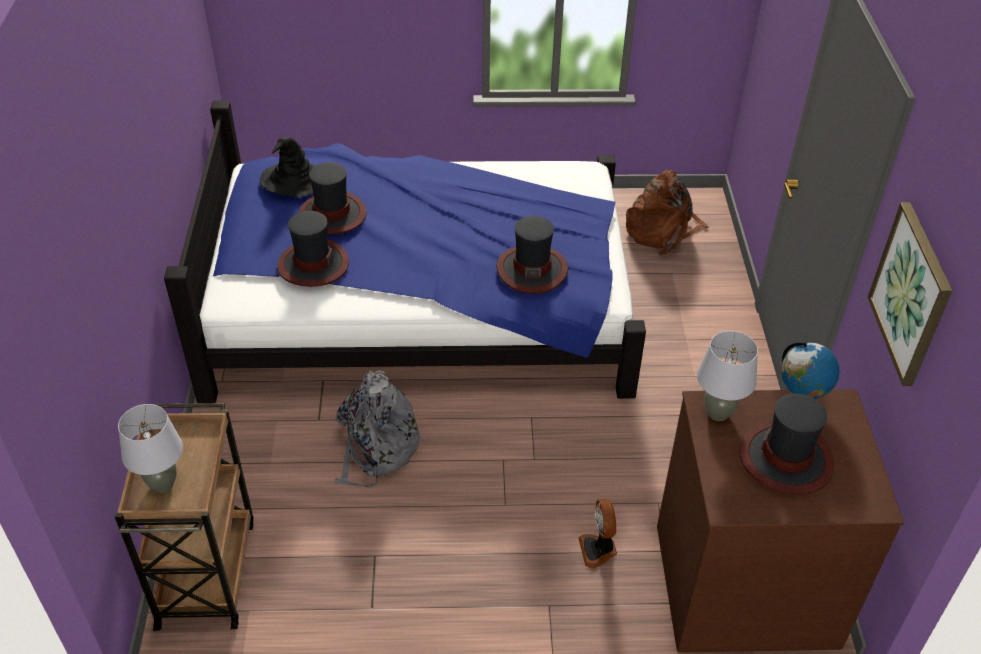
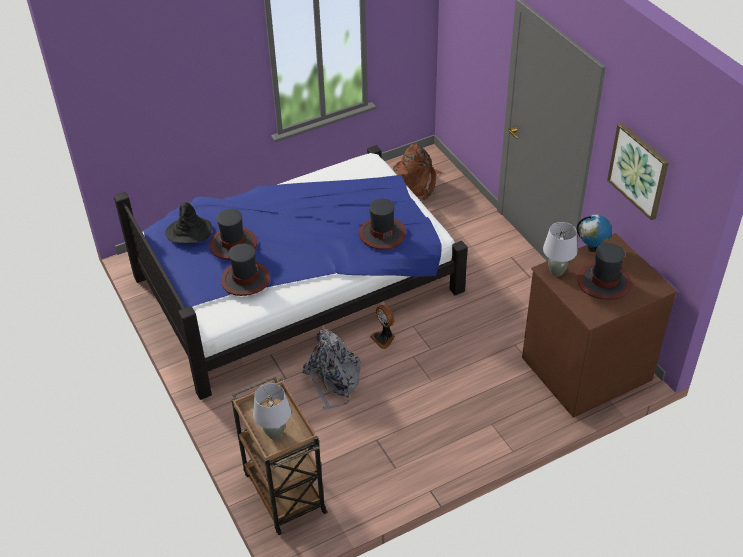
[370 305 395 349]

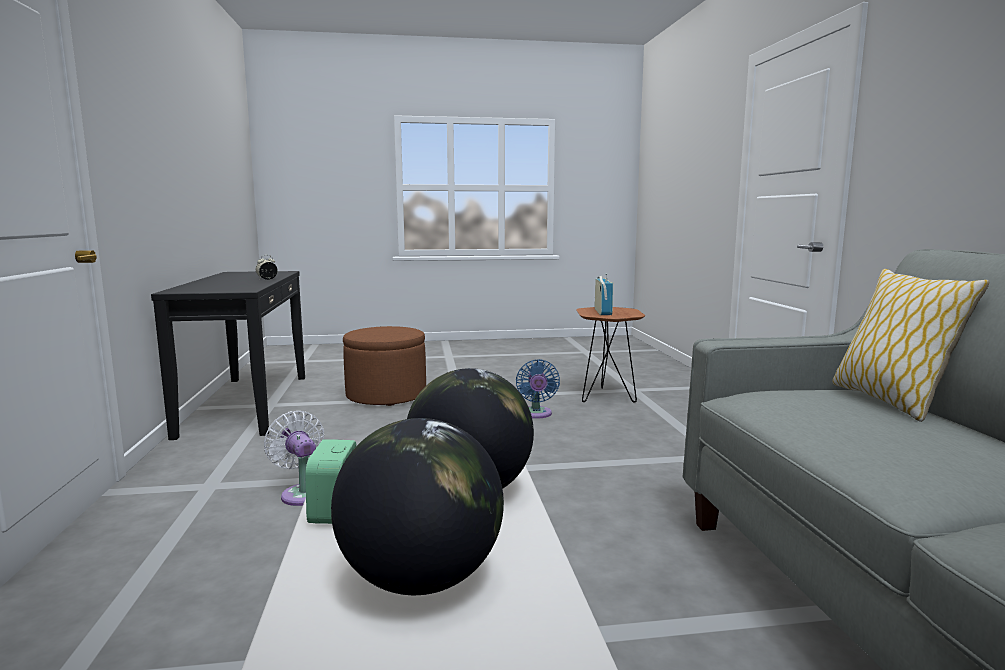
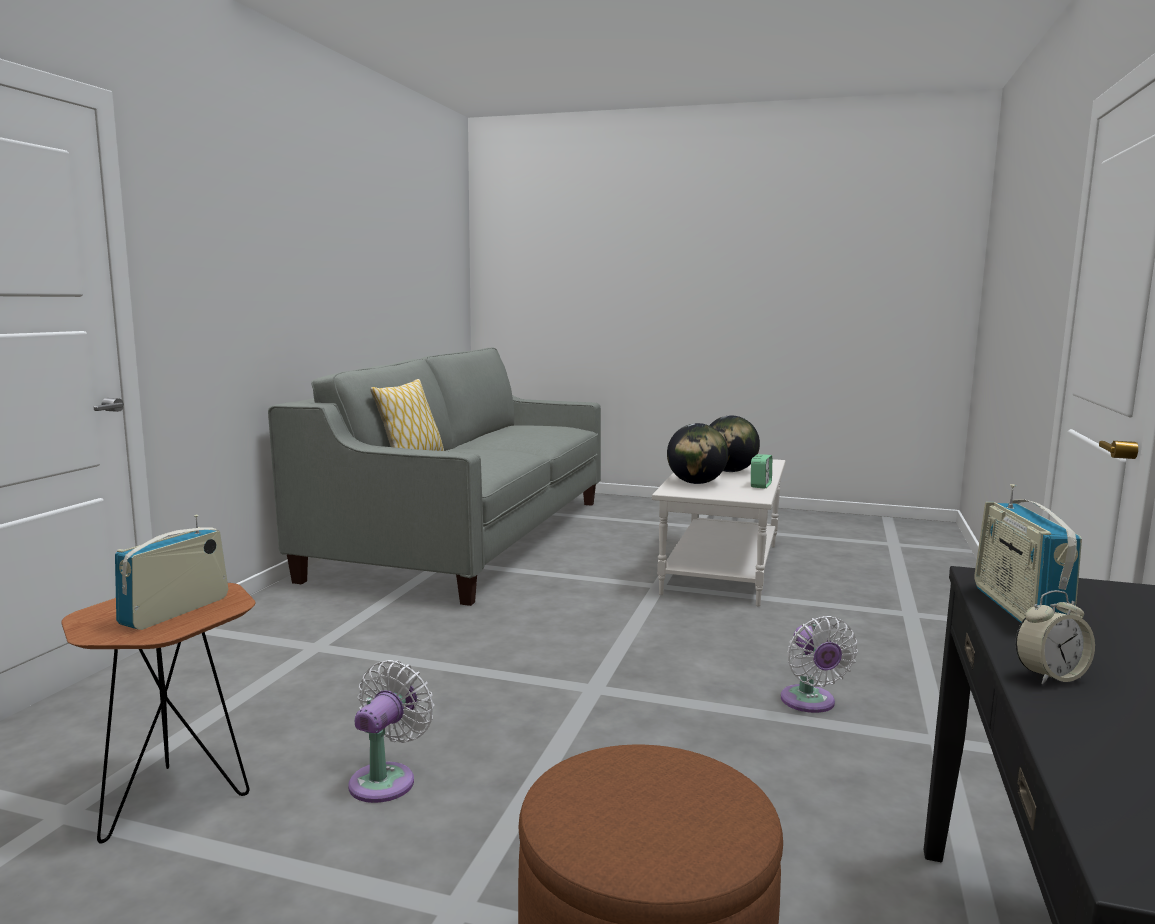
[348 660 434 803]
[974 484 1082 623]

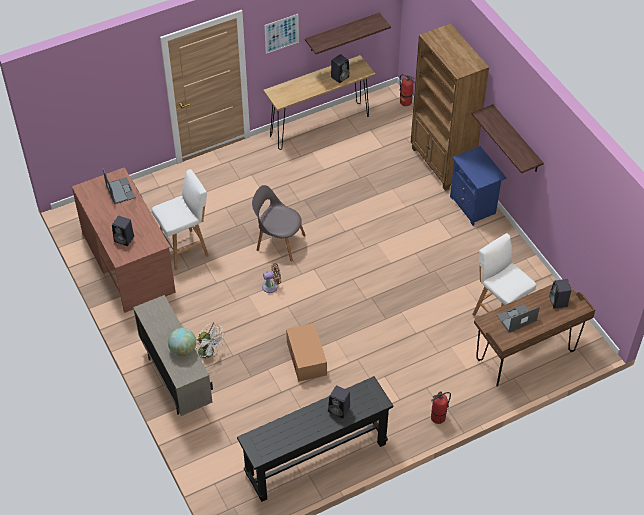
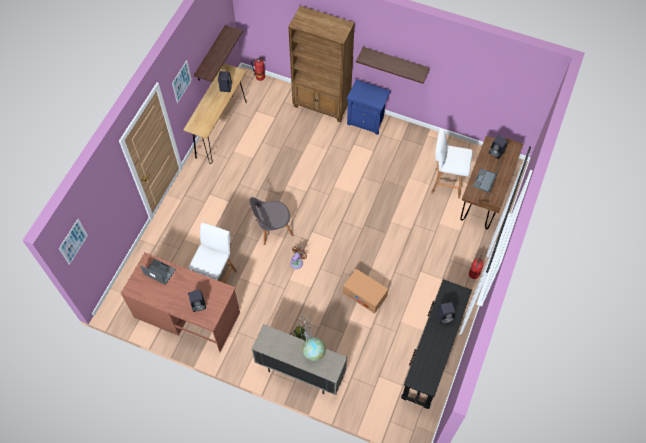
[59 219 88 265]

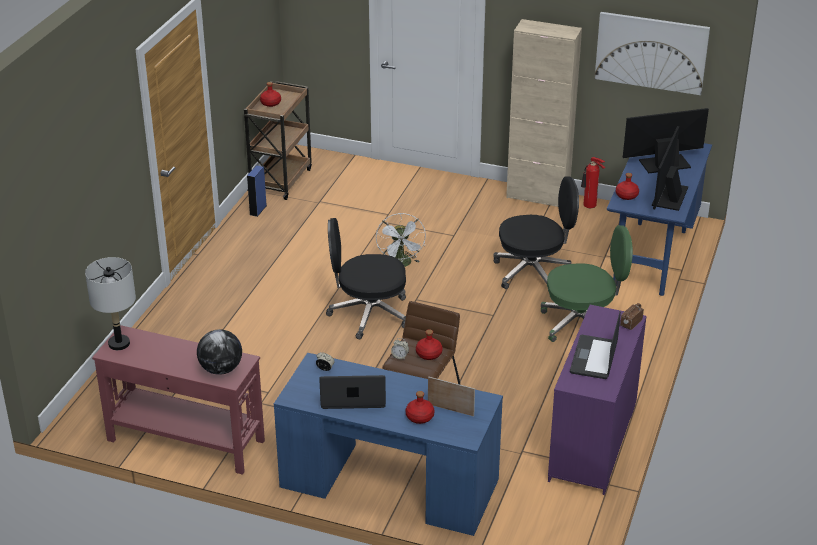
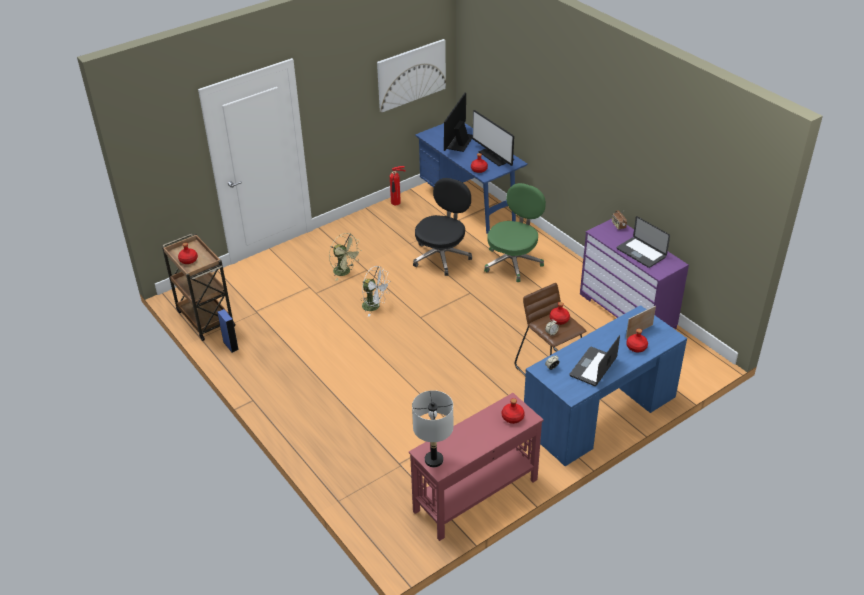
[506 19 582 207] (first image)
[326 218 406 339] (first image)
[502 398 525 424]
[329 233 362 281]

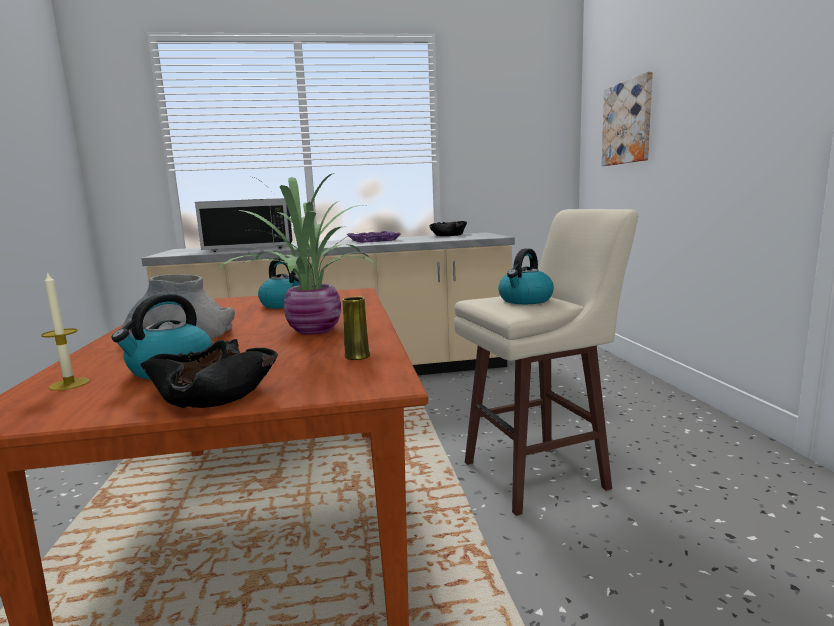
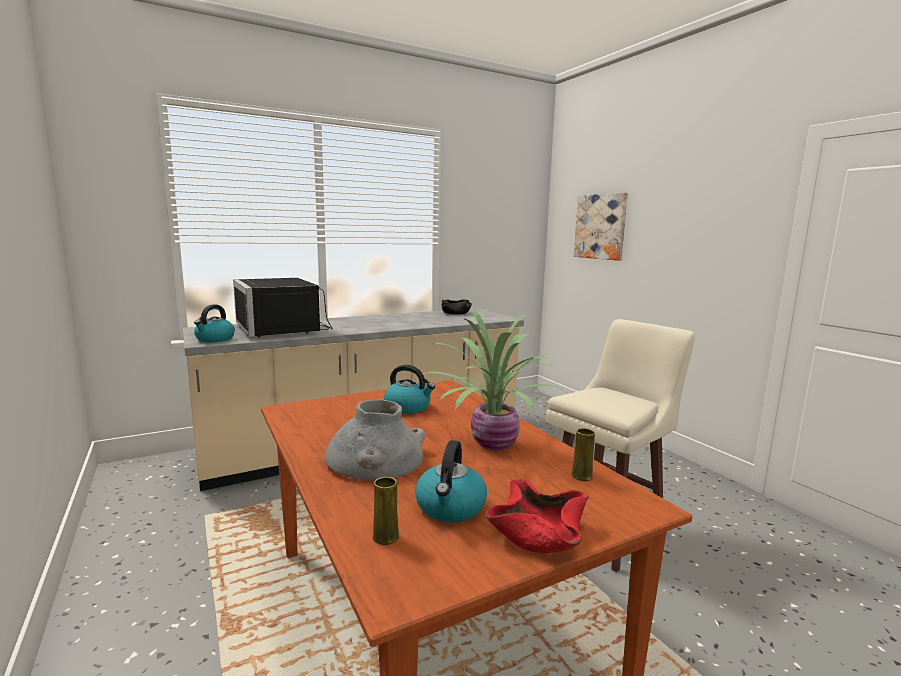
[233 278 333 337]
[347 231 401 243] (first image)
[194 304 235 342]
[373 477 399 545]
[486 479 589 553]

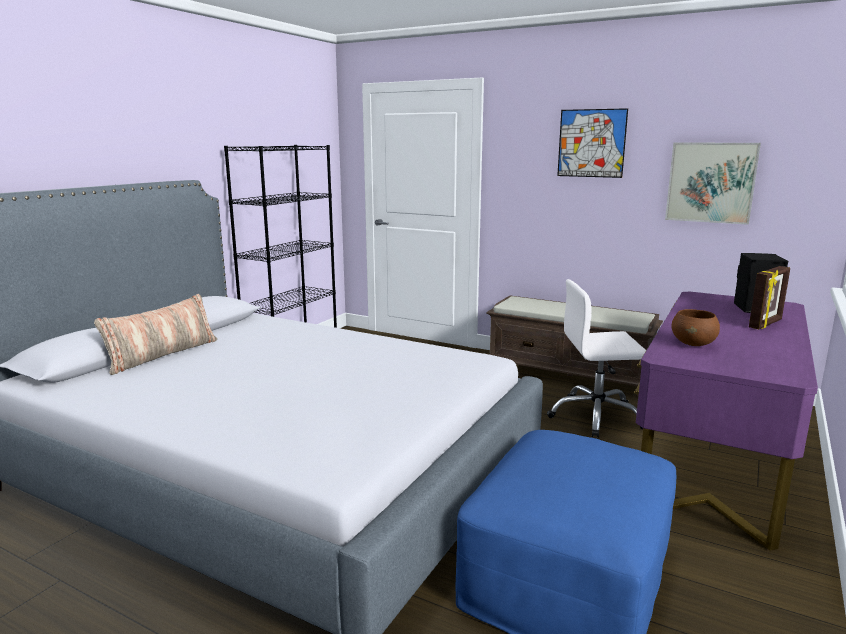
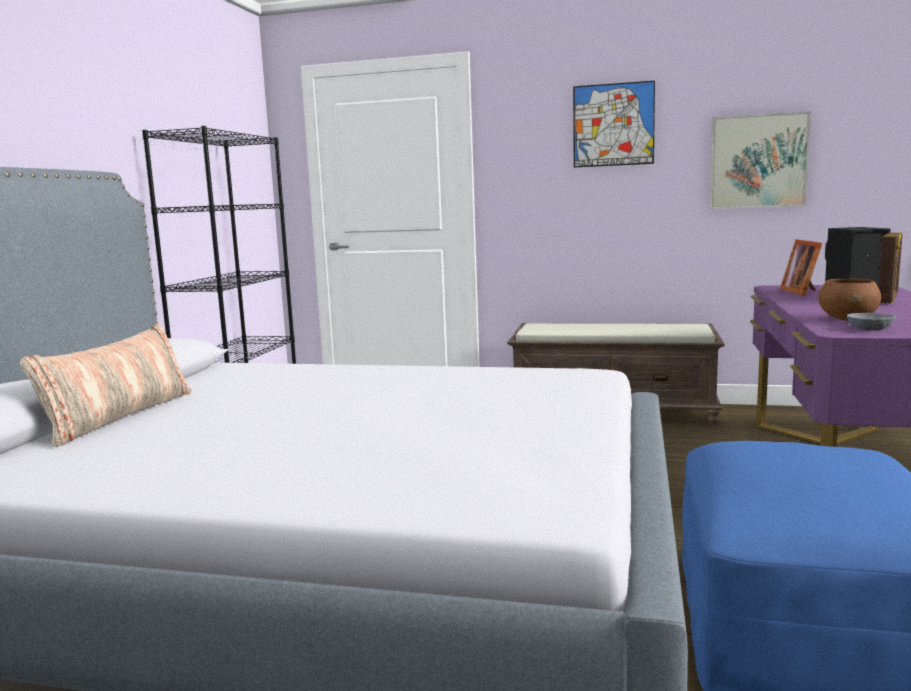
[547 279 646 438] (first image)
[780 239 822 296]
[847 313 895 330]

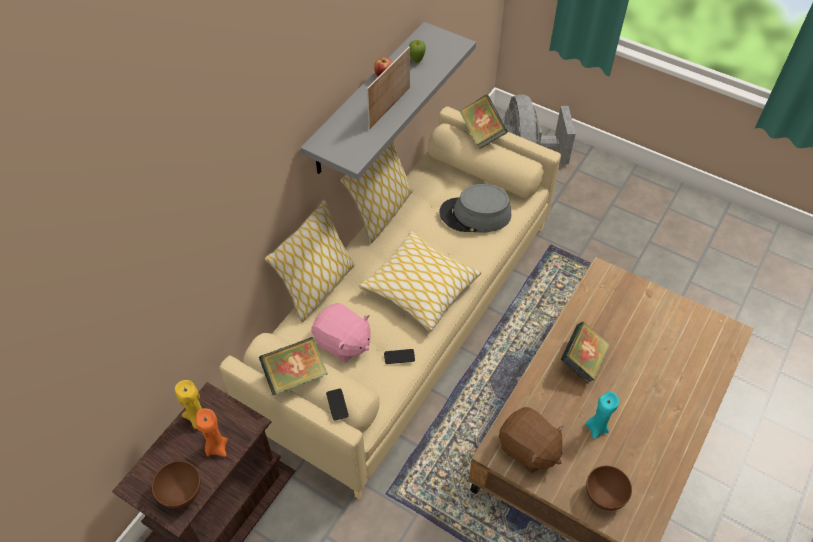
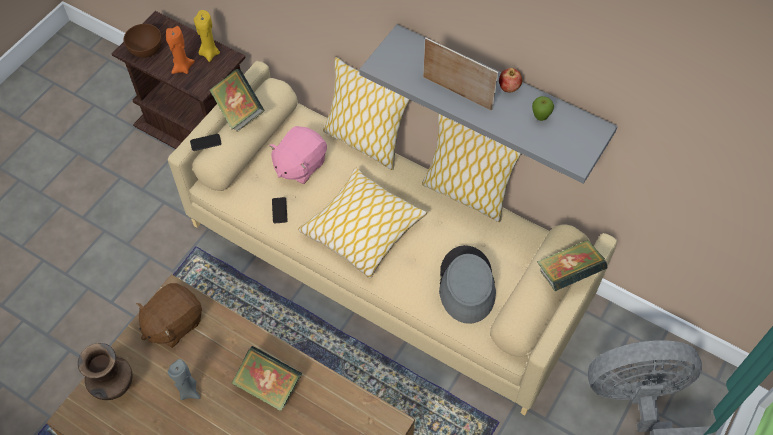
[168 359 201 400]
[78 343 132 400]

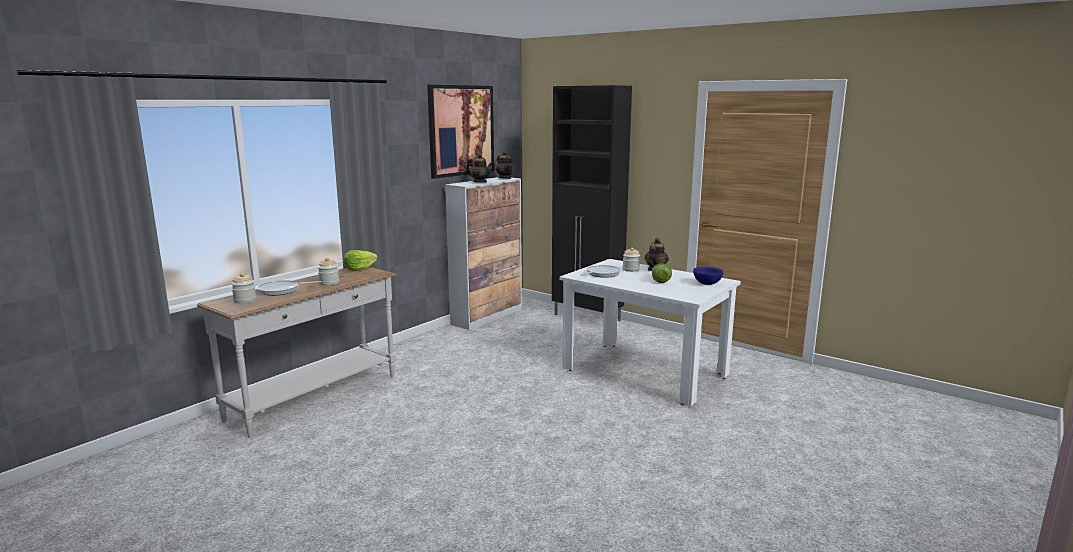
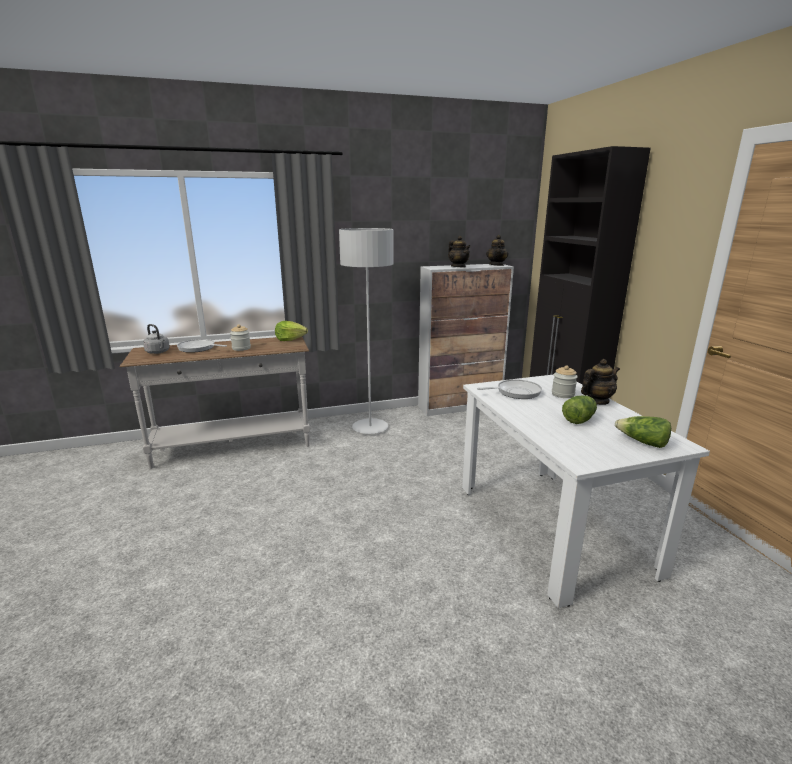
[427 85 494 179] (first image)
[615 416 671 448]
[143 324 170 354]
[339 228 394 434]

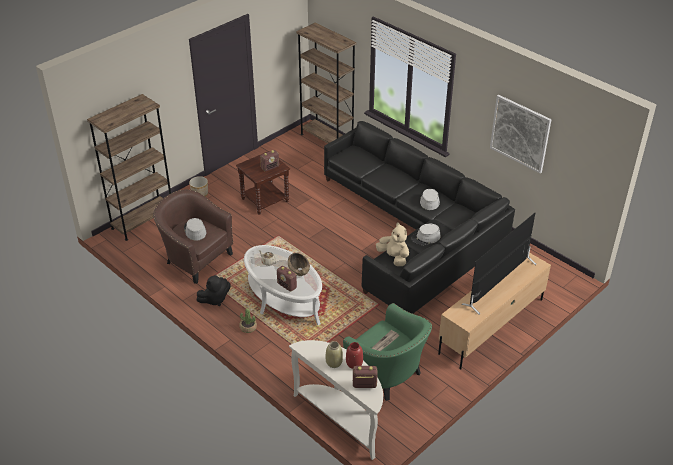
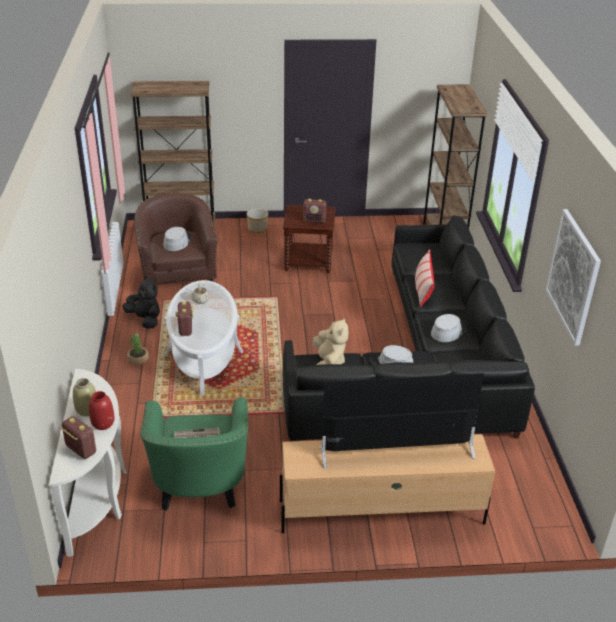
[288 253 310 276] (first image)
[123 276 160 329]
[415 250 435 308]

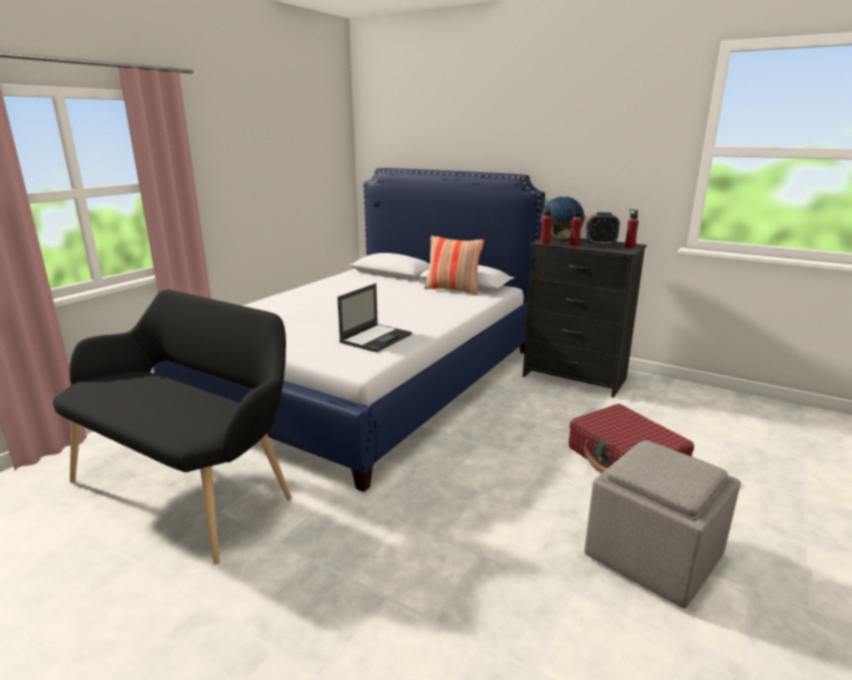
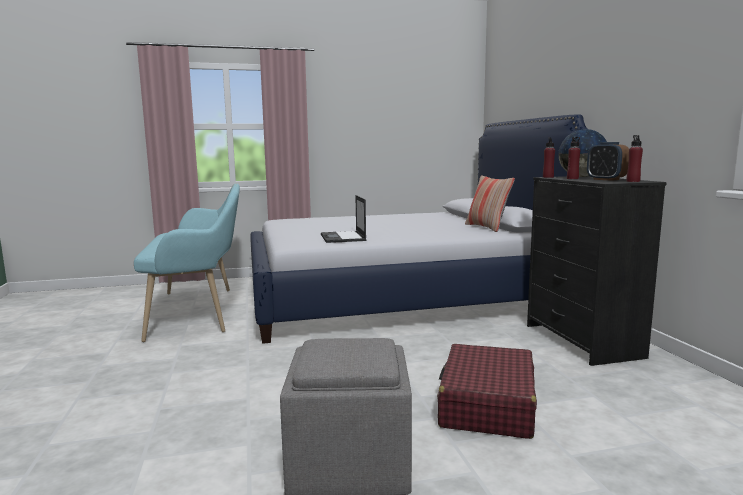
[321 195 367 243]
[134 183 240 342]

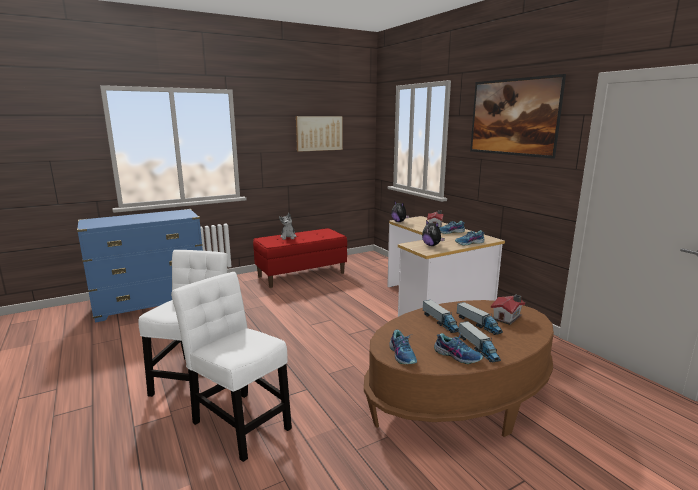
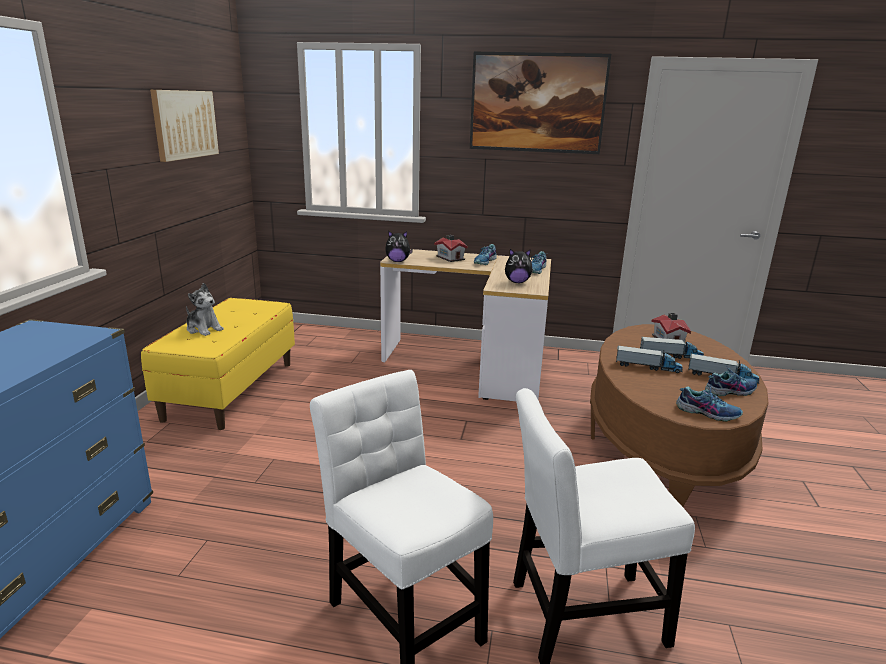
[141 298 295 430]

